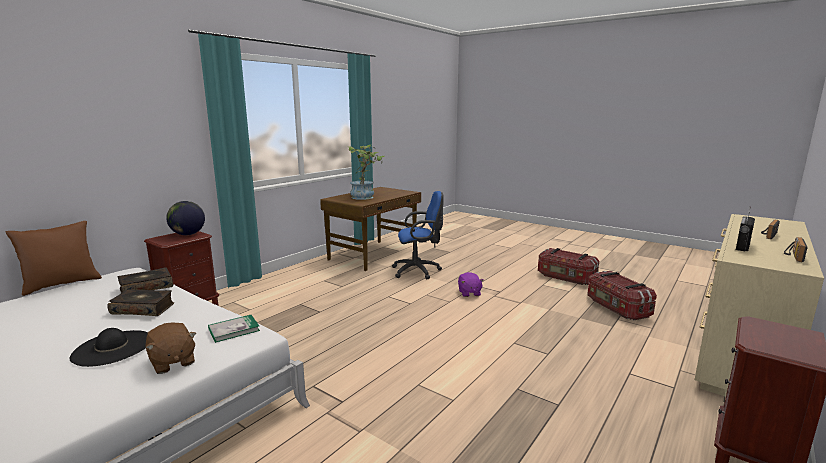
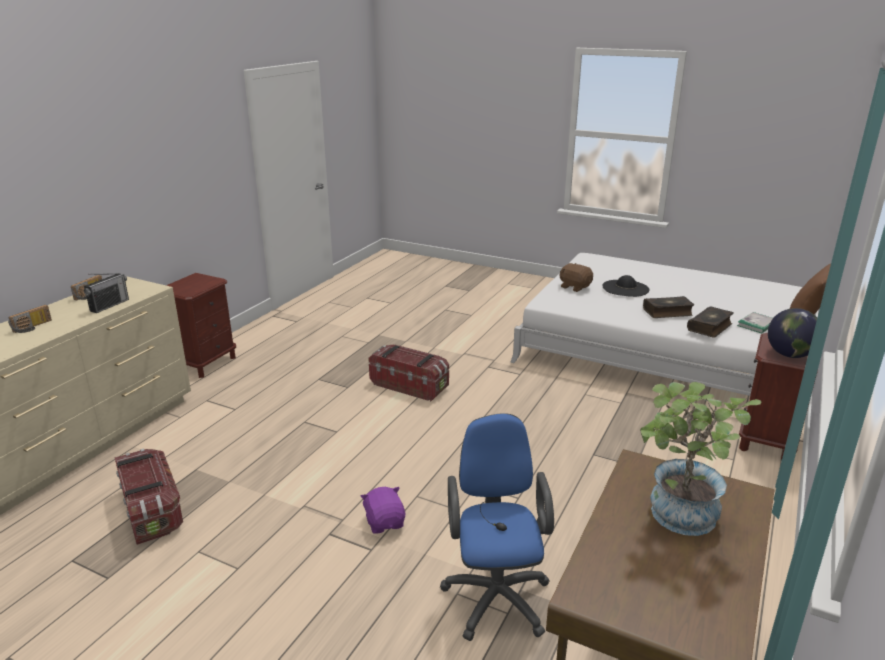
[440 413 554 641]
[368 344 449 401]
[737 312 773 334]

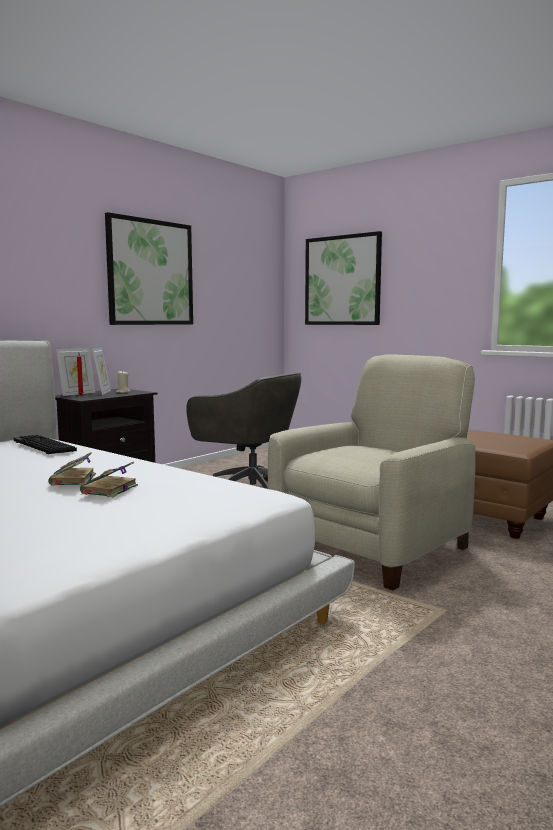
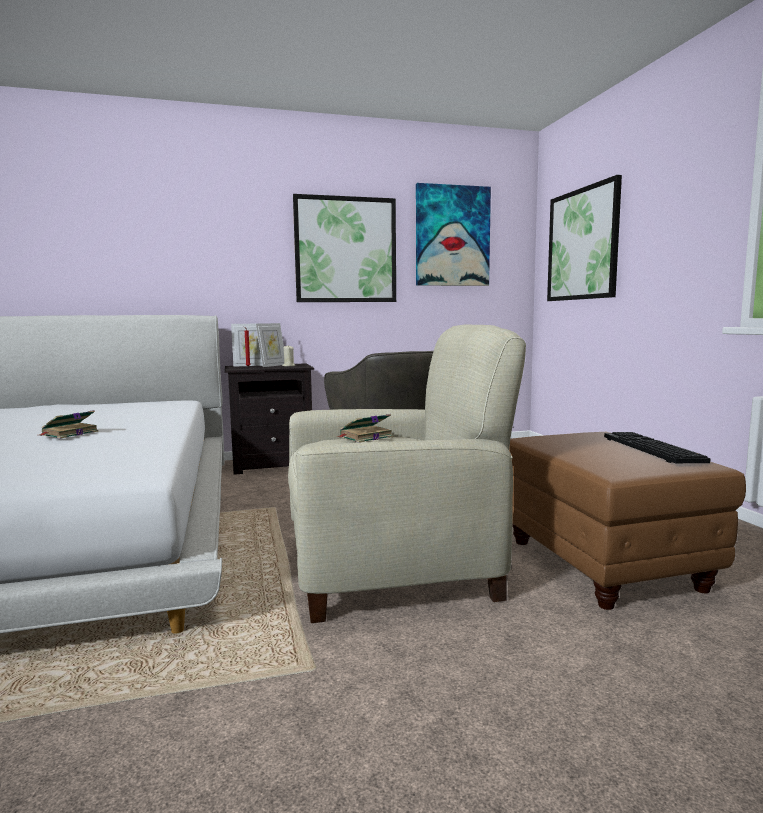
[604 432 711 463]
[336 414 393 443]
[416 183 491 286]

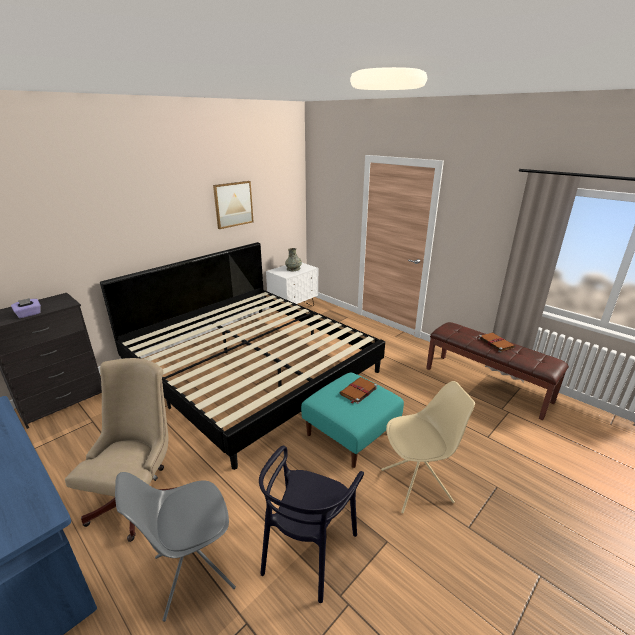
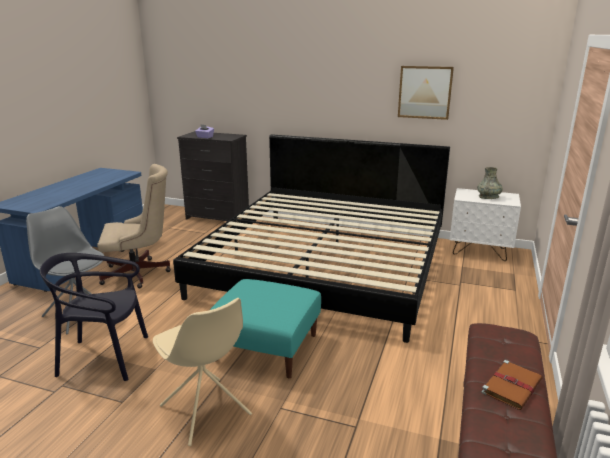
[340 377 377 404] (first image)

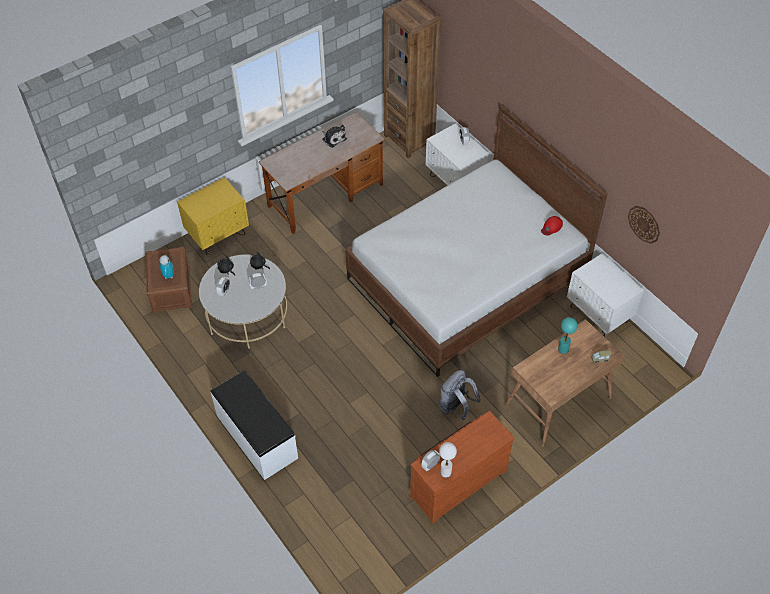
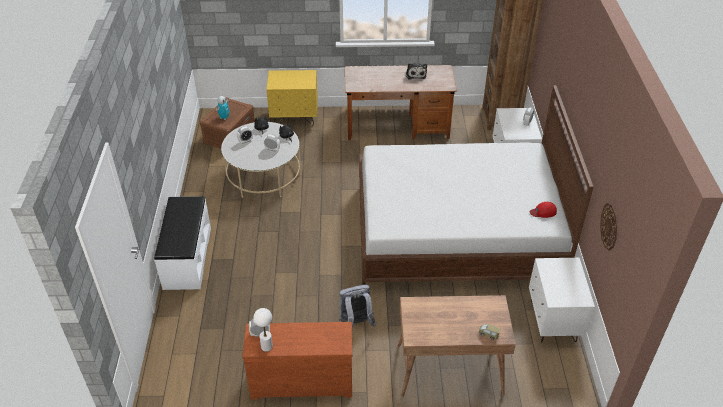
[558 317 578 354] (first image)

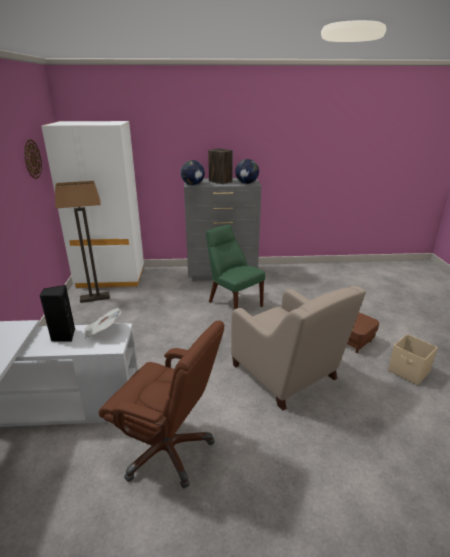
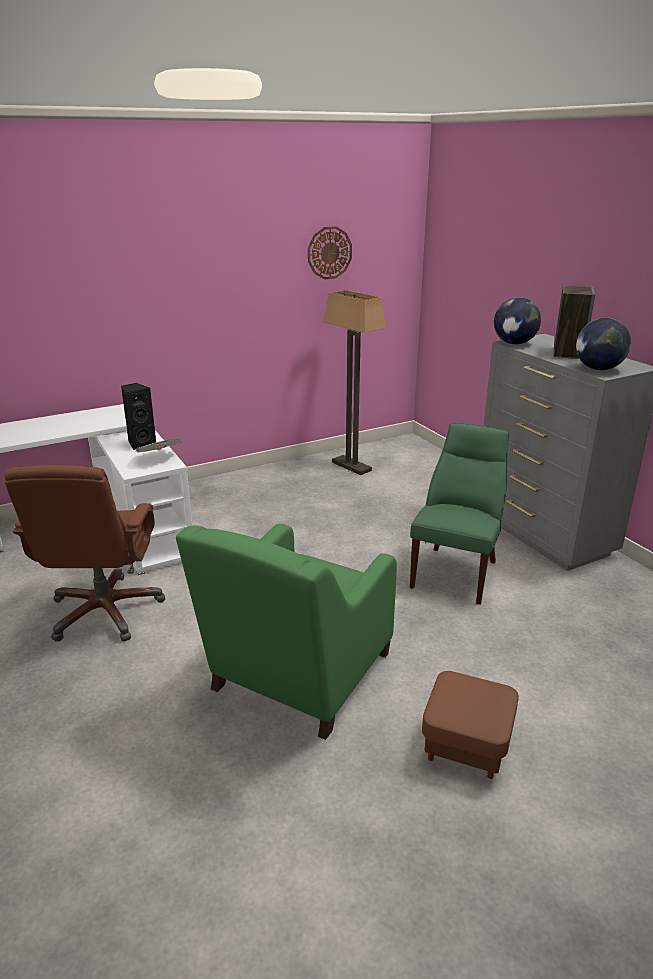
[41 121 144 288] (first image)
[176 524 397 740]
[388 334 438 386] (first image)

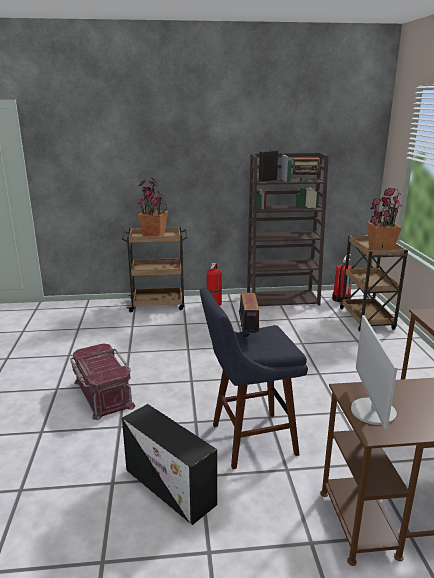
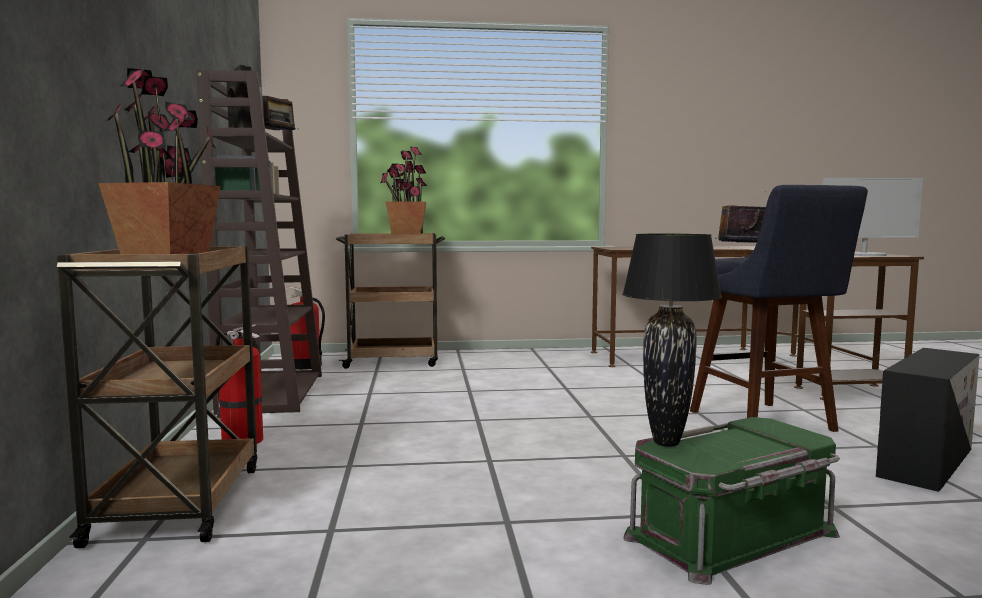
[623 417 840 585]
[622 234 722 447]

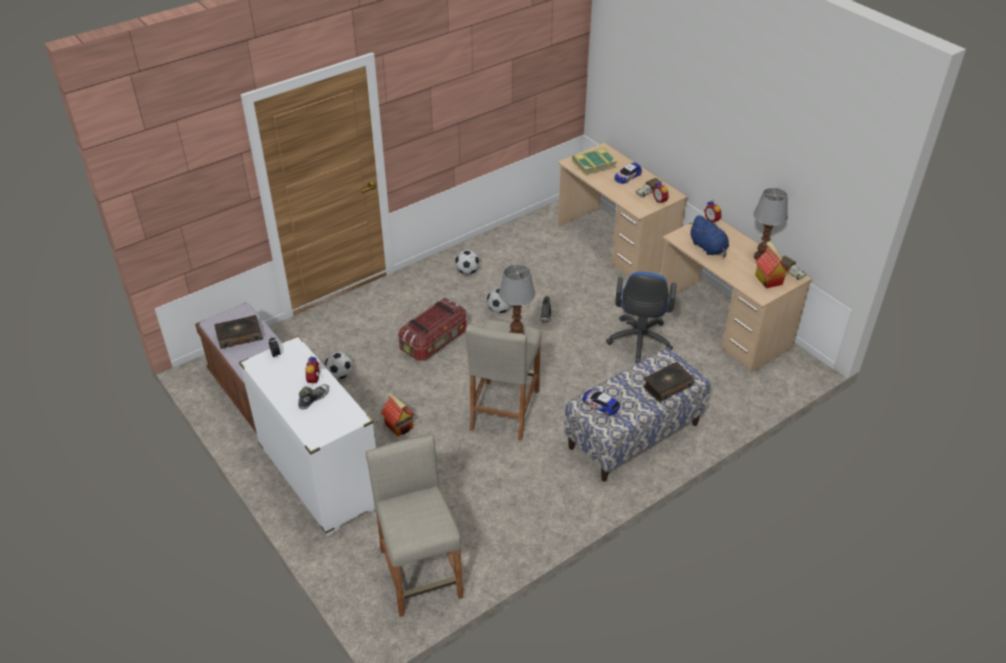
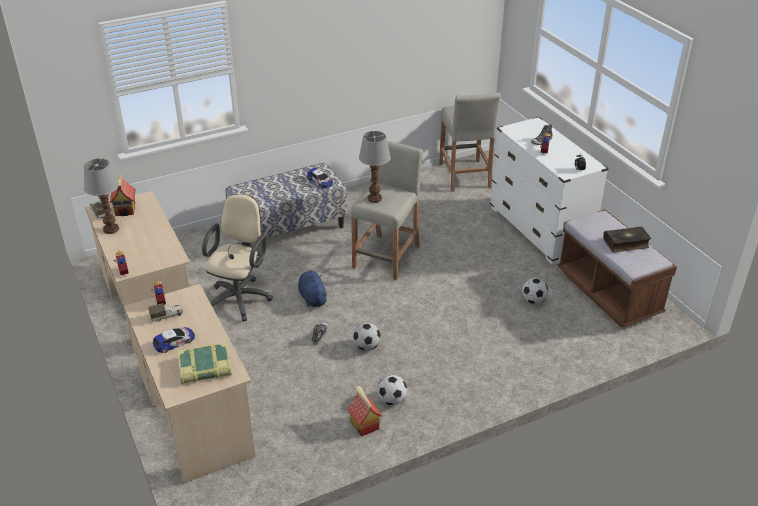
[298 270 328 307]
[202 194 273 322]
[398 298 466 361] (first image)
[643 362 695 402] (first image)
[347 386 382 437]

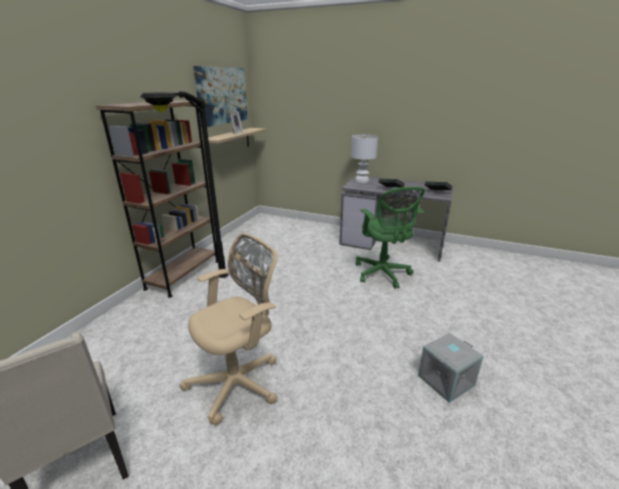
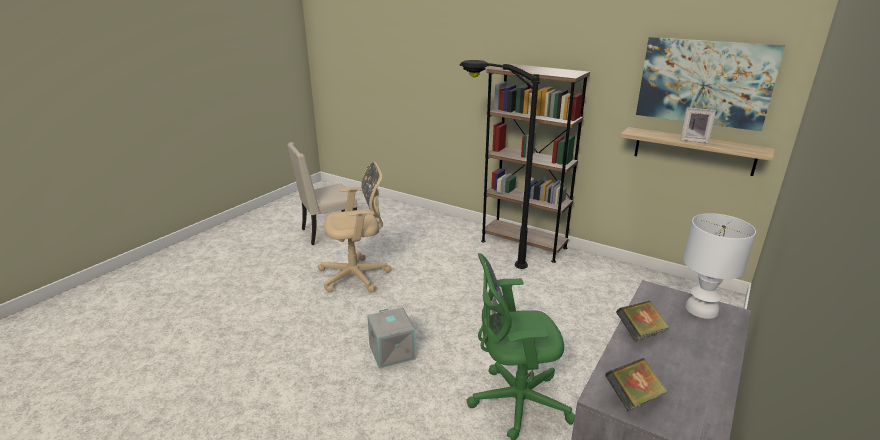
[318 161 392 293]
[367 307 416 369]

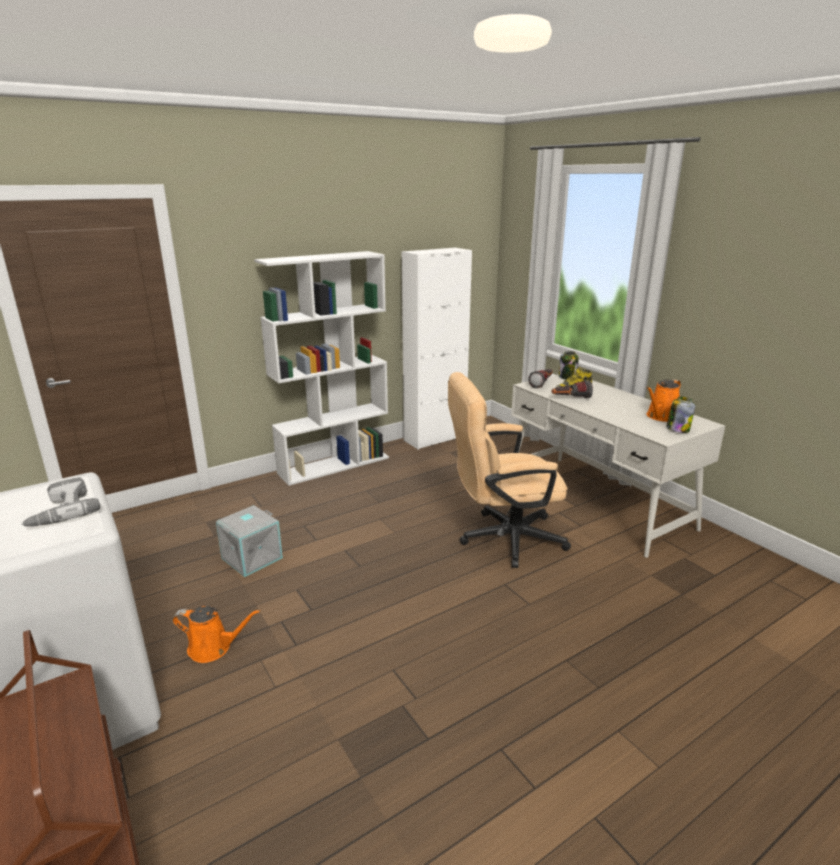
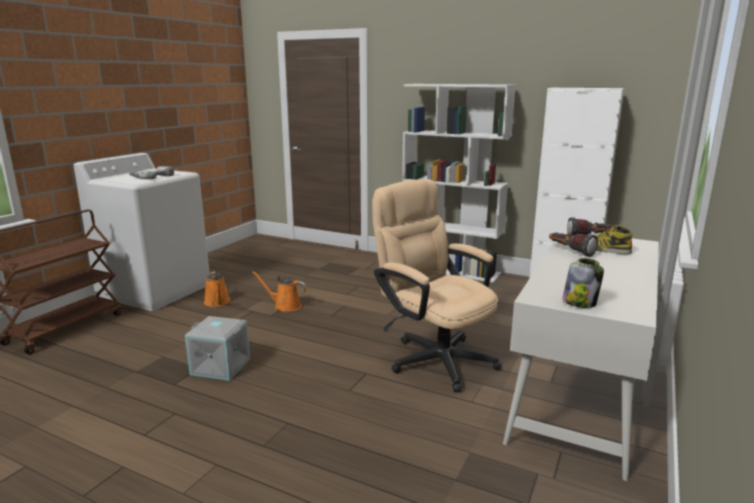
[559 351 579 380] (first image)
[252 271 307 312]
[185 316 250 381]

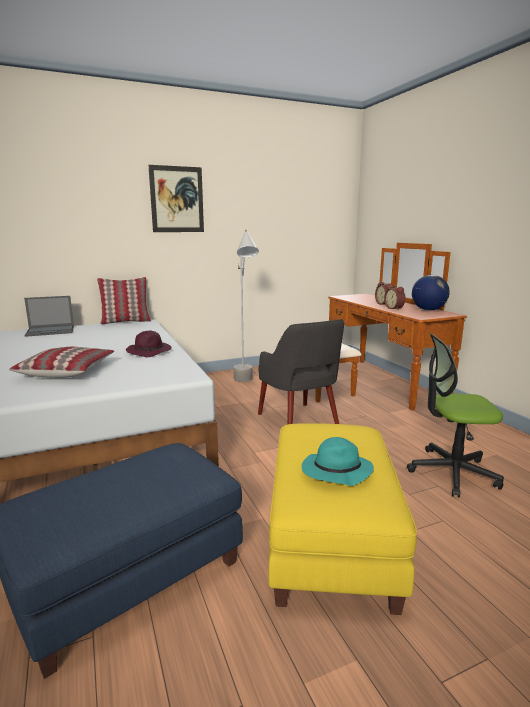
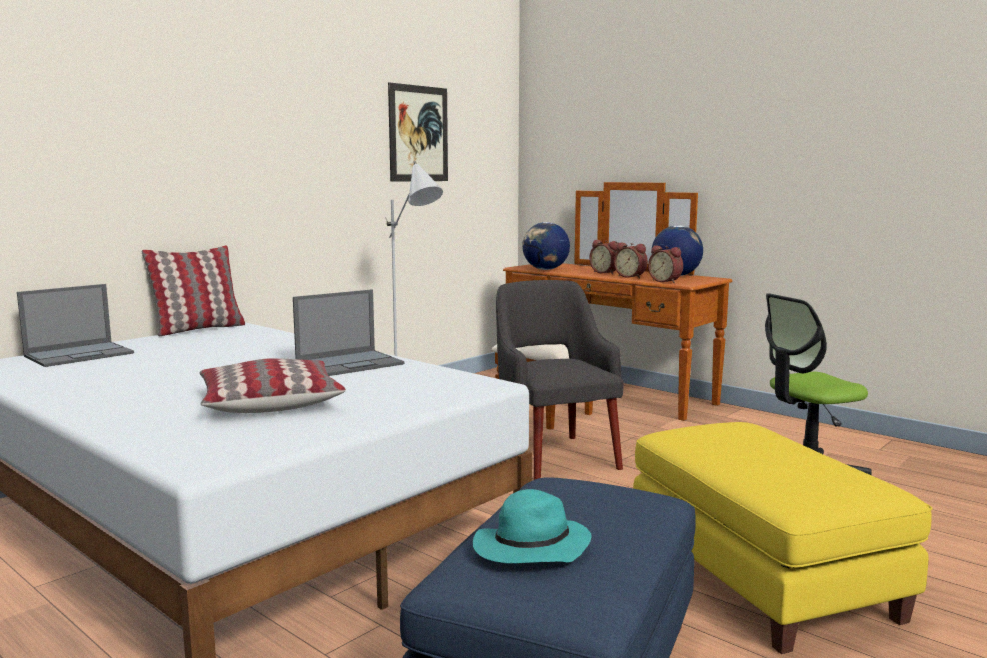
[388 82 448 182]
[496 280 624 480]
[293 289 404 376]
[473 489 592 564]
[522 222 570 270]
[648 246 683 283]

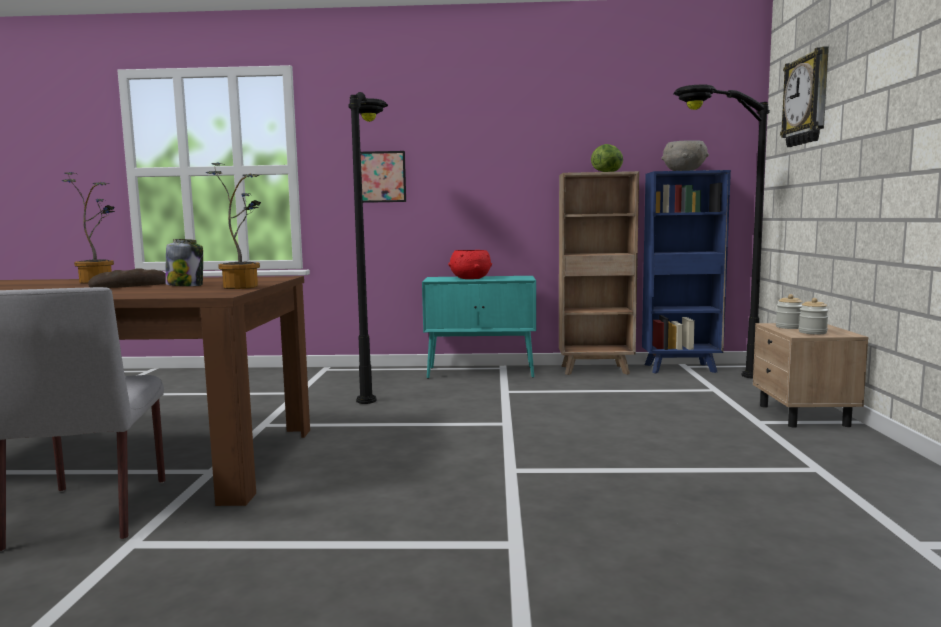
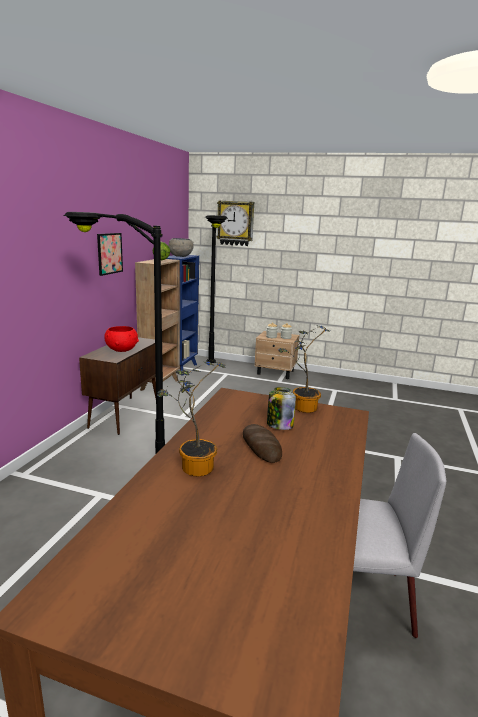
[97 233 123 276]
[79 337 156 435]

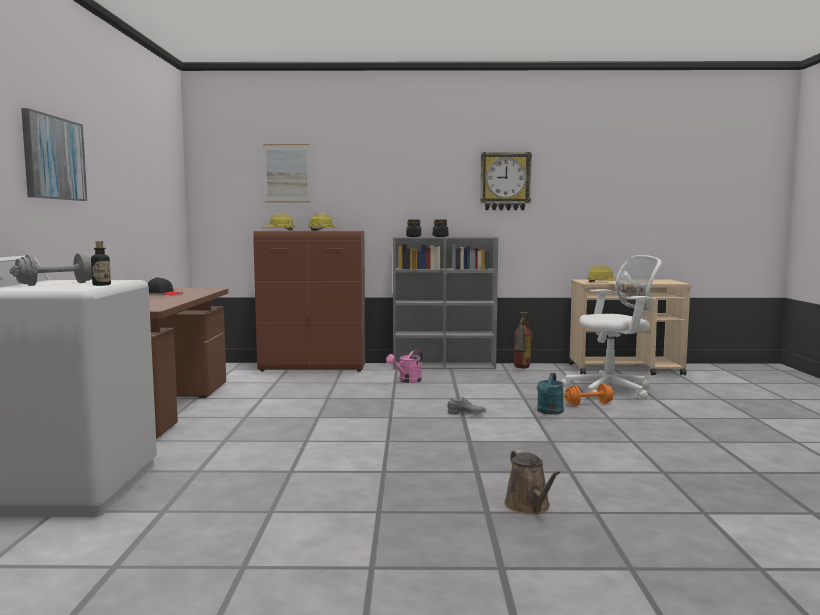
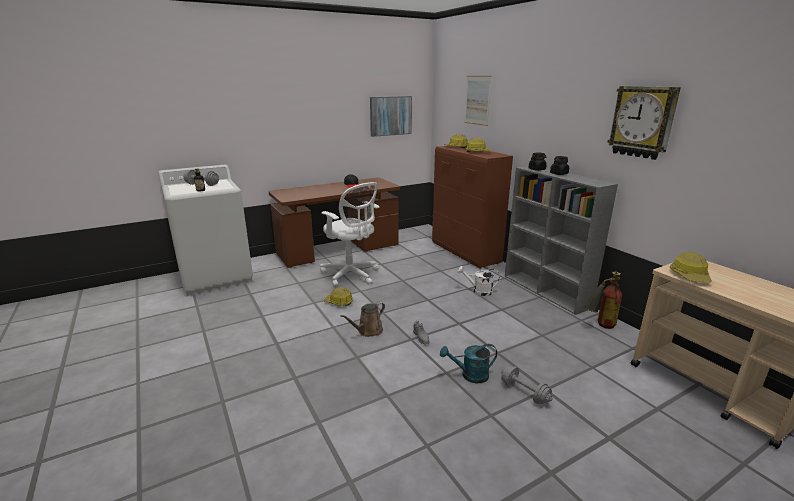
[370 96 412 137]
[320 182 379 287]
[457 266 499 296]
[501 366 553 405]
[340 302 385 337]
[324 287 353 306]

